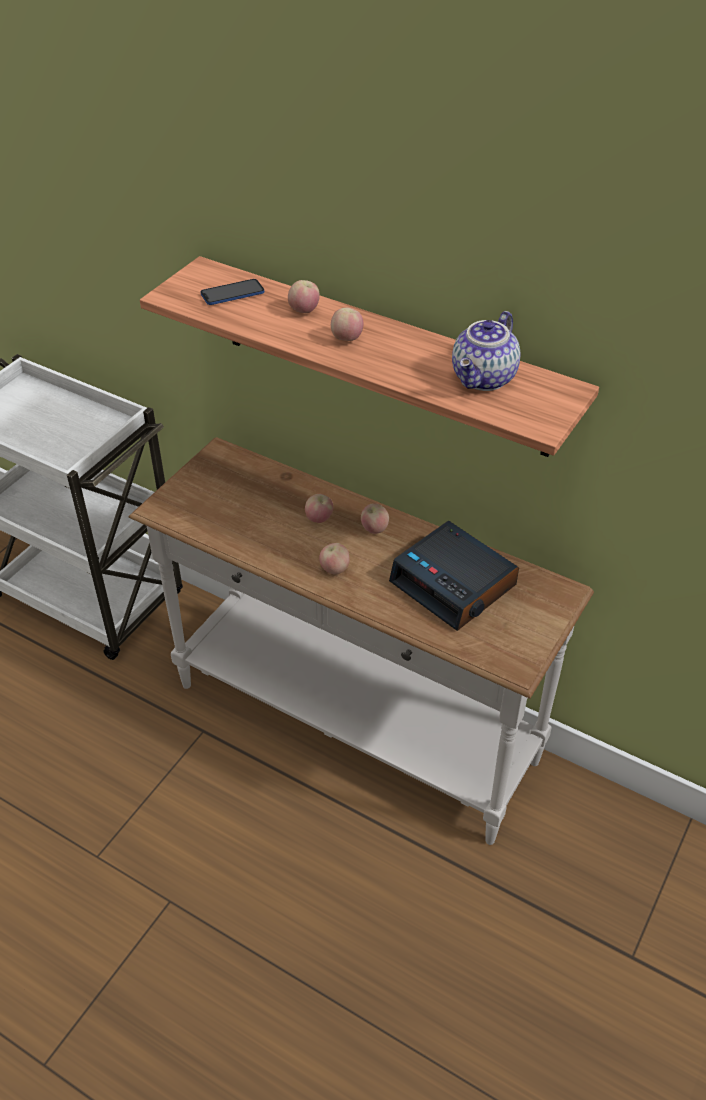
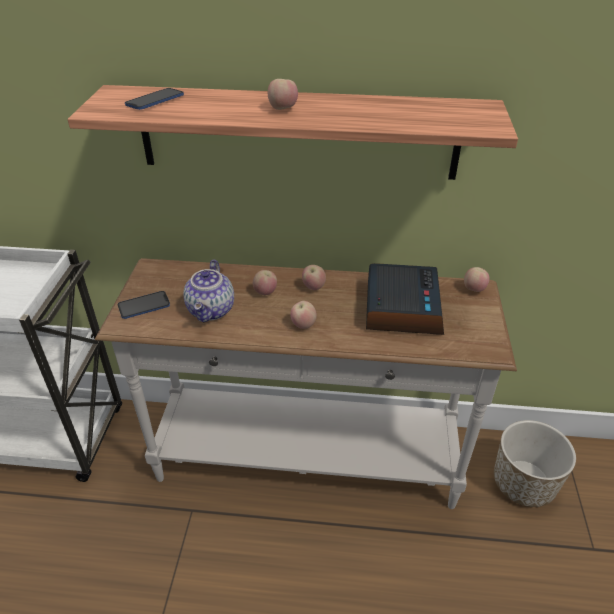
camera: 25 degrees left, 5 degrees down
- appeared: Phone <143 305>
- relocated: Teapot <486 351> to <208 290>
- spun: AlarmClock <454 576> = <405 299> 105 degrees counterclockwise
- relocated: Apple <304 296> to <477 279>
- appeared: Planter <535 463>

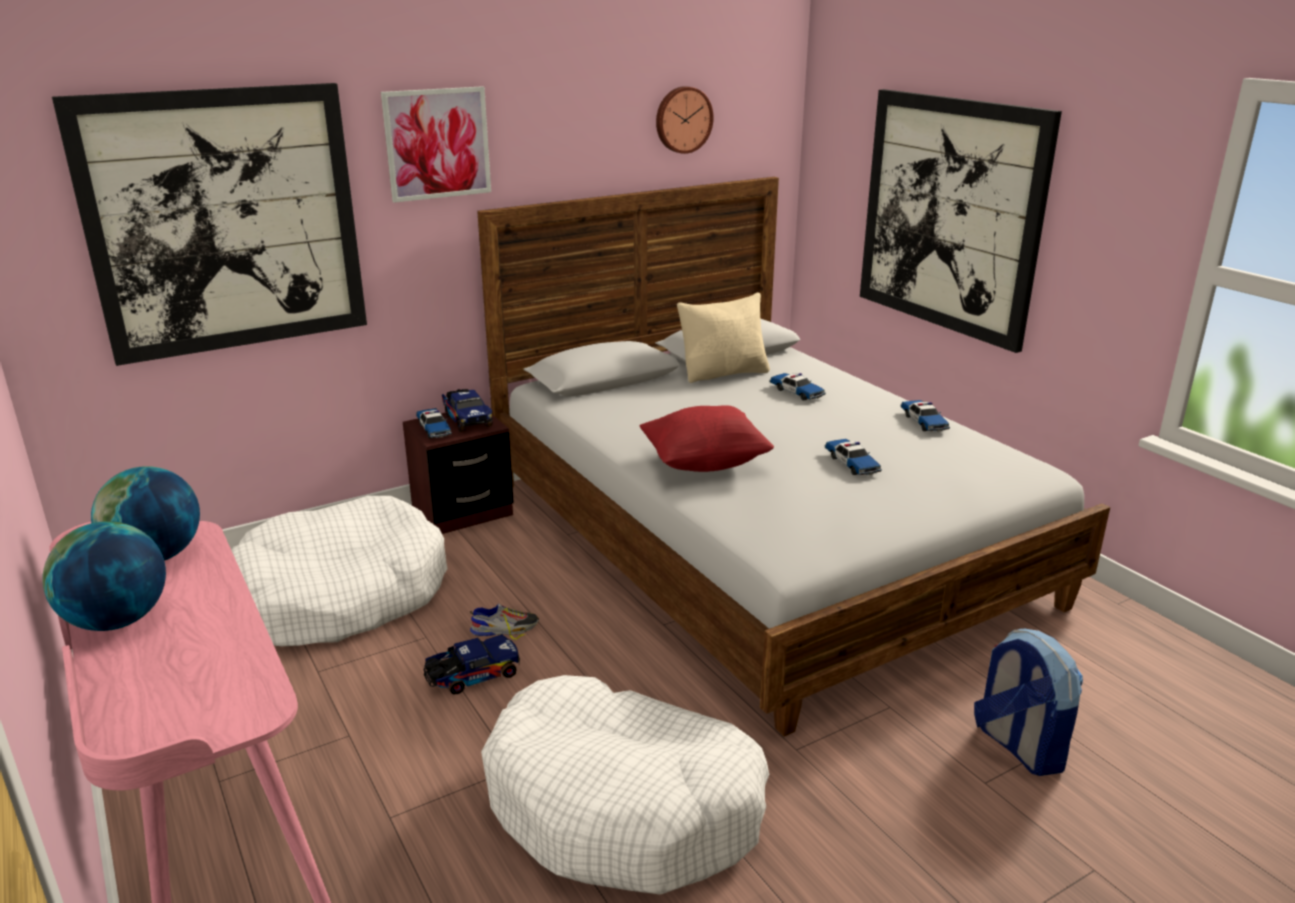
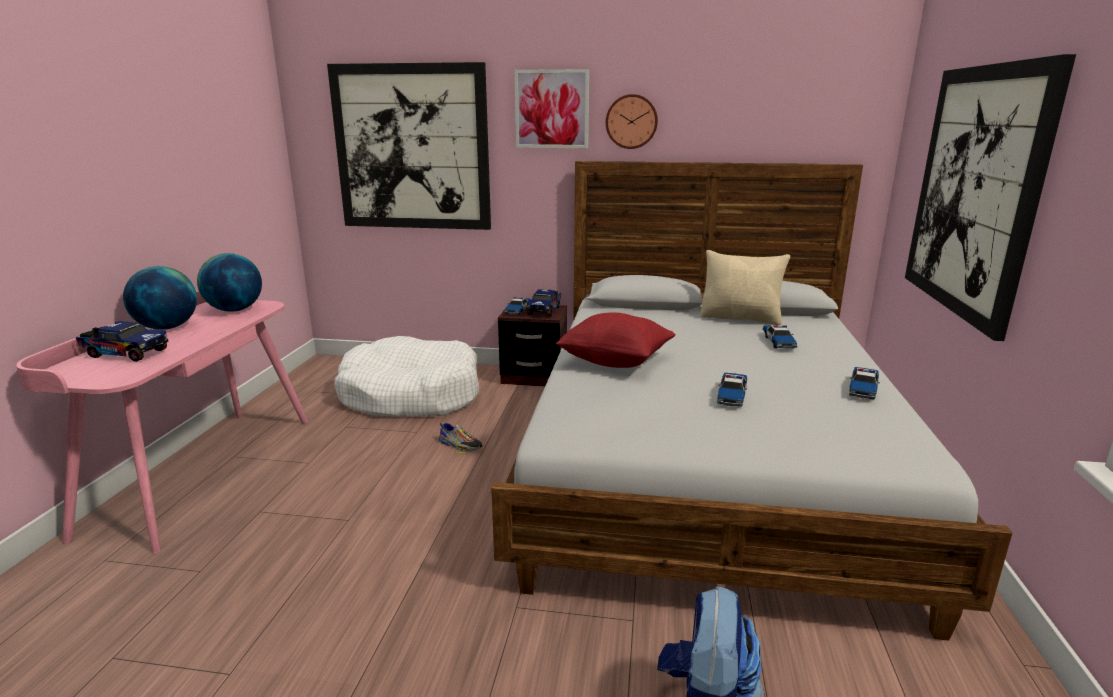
camera: 40 degrees right, 5 degrees down
- relocated: ToyTruck <472 664> to <122 341>
- relocated: WallClock <685 120> to <632 121>
- missing: WhiteDogBed <625 785>

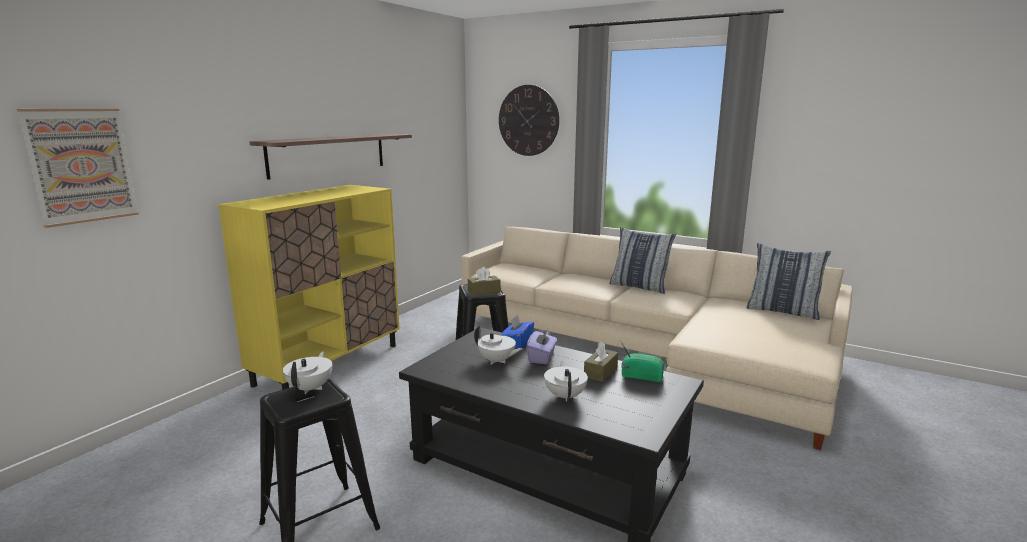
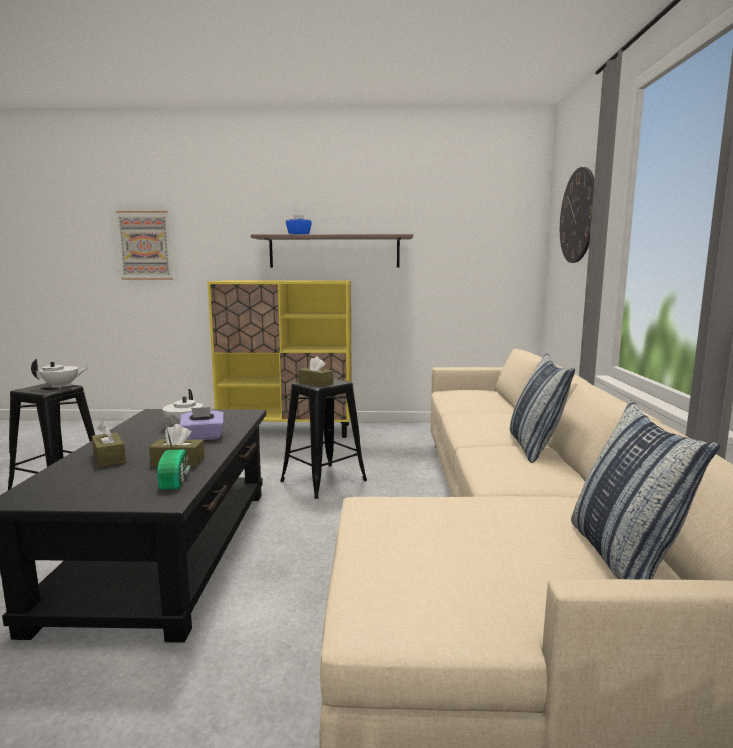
camera: 60 degrees right, 5 degrees down
- exchanged: WhiteTeapot <566 381> to BrownTissueBox <109 444>
- relocated: BlueTissueBox <517 332> to <299 224>

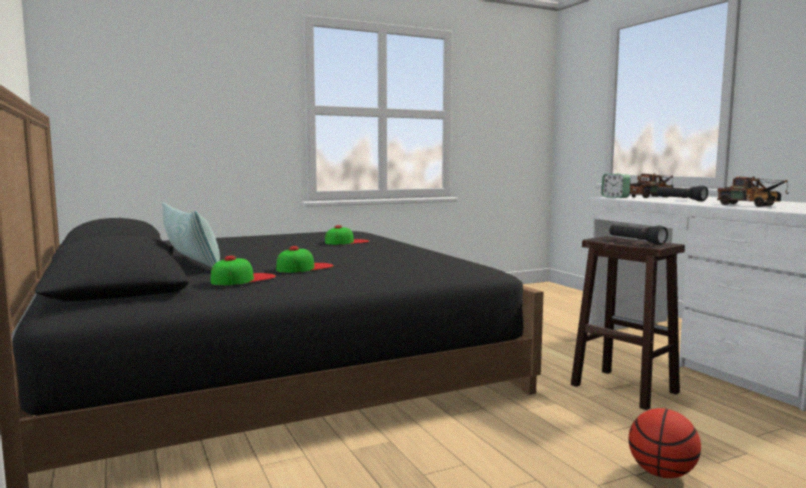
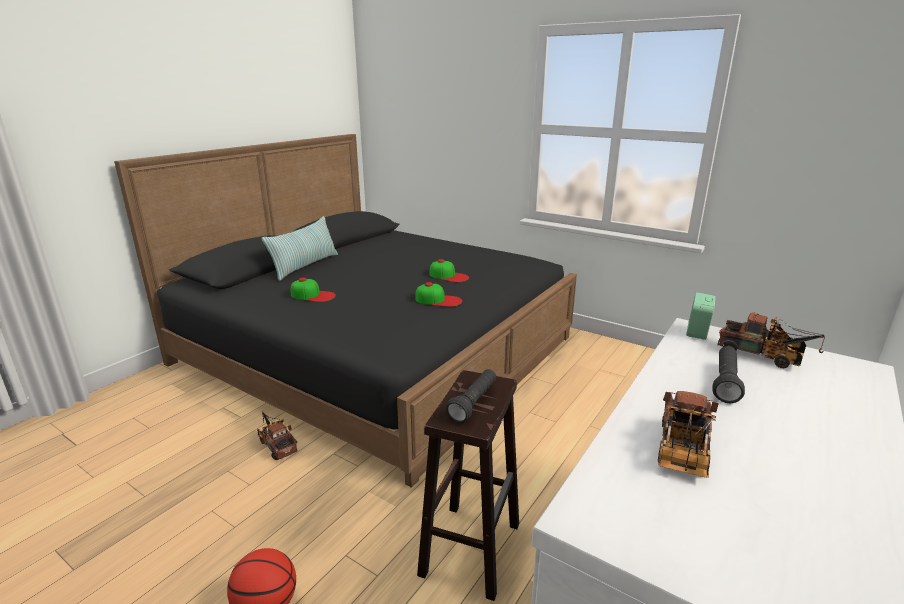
camera: 60 degrees right, 15 degrees up
- appeared: ToyTruck <277 435>
- relocated: Cap <243 270> to <438 294>

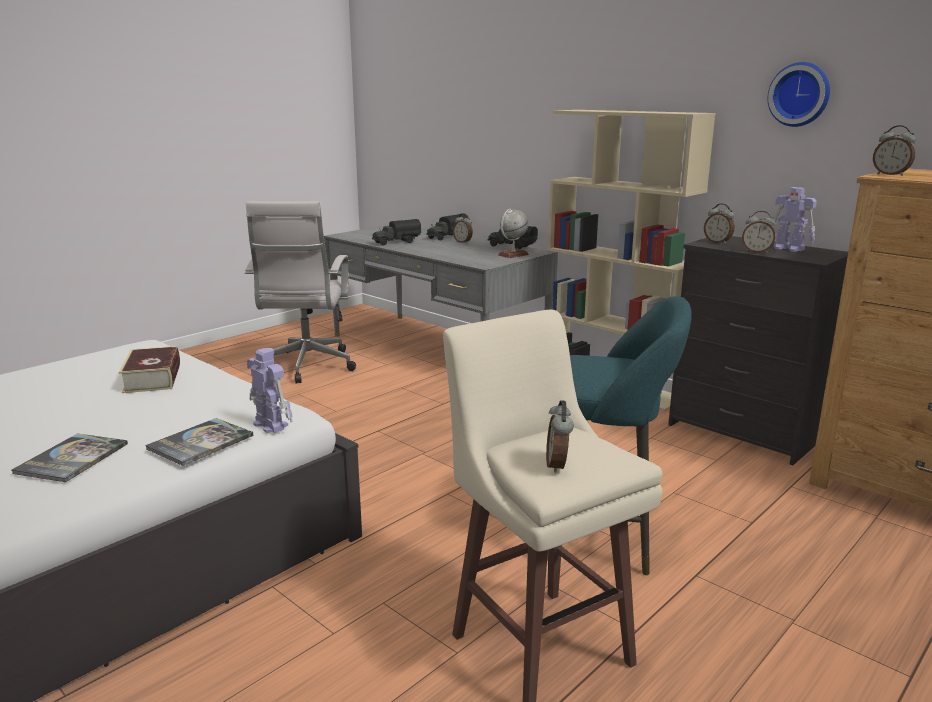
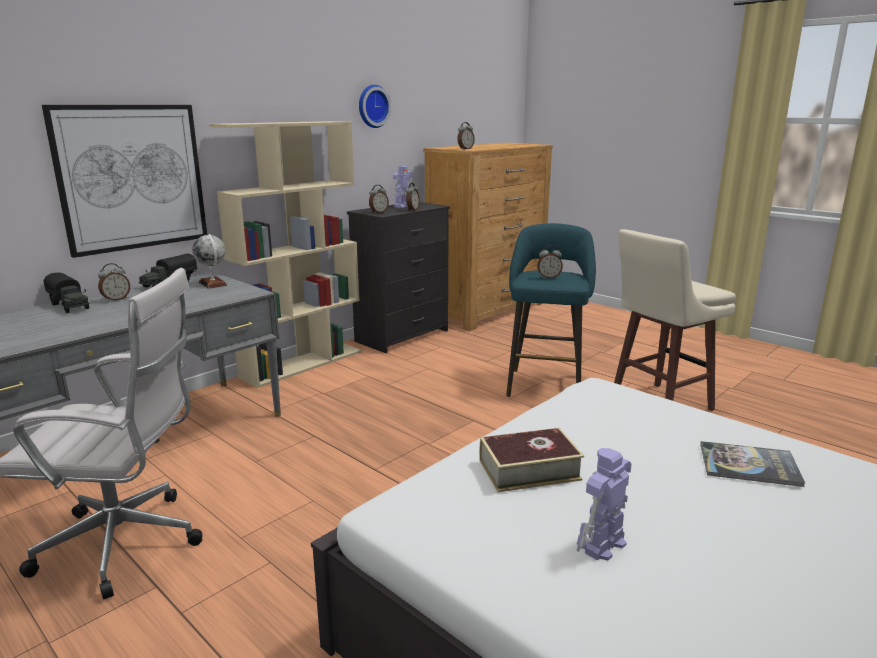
camera: 90 degrees left, 0 degrees up
- appeared: Picture <124 181>
- relocated: AlarmClock <560 437> to <550 262>
- relocated: ToyRobot <270 390> to <604 504>
- missing: Book <199 442>
- missing: ToyTruck <396 232>

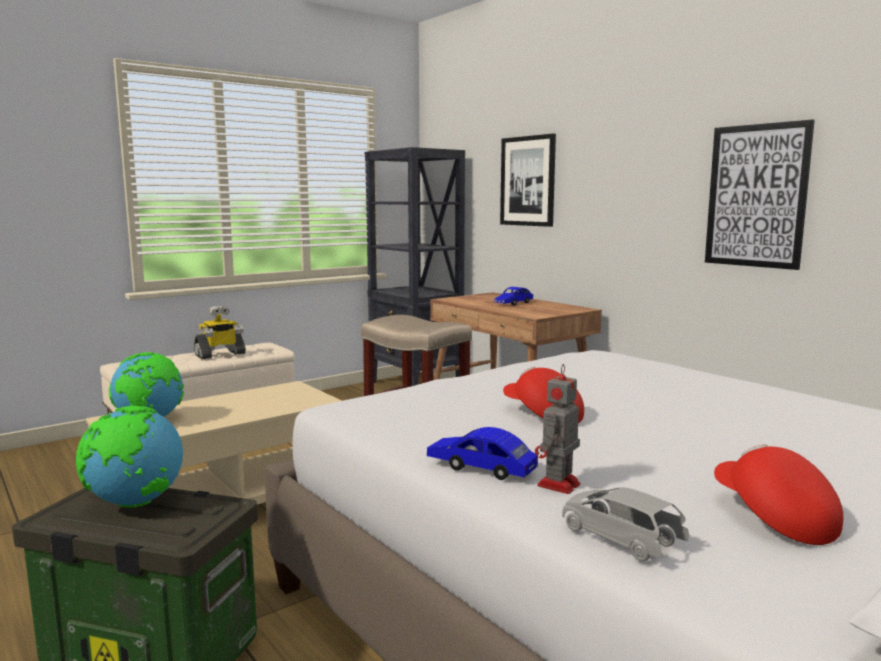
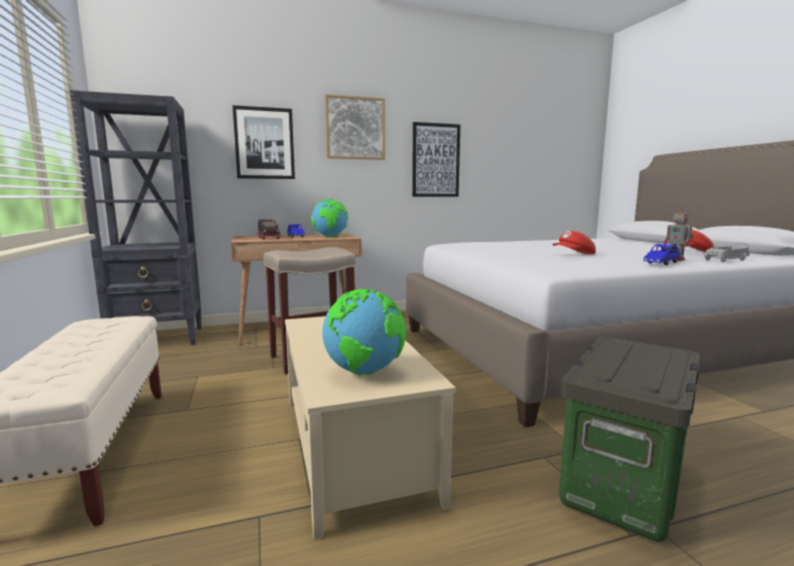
camera: 70 degrees left, 0 degrees up
- appeared: ToyTruck <269 229>
- relocated: Globe <129 457> to <329 218>
- appeared: Picture <355 127>
- missing: ToyRobot <220 332>

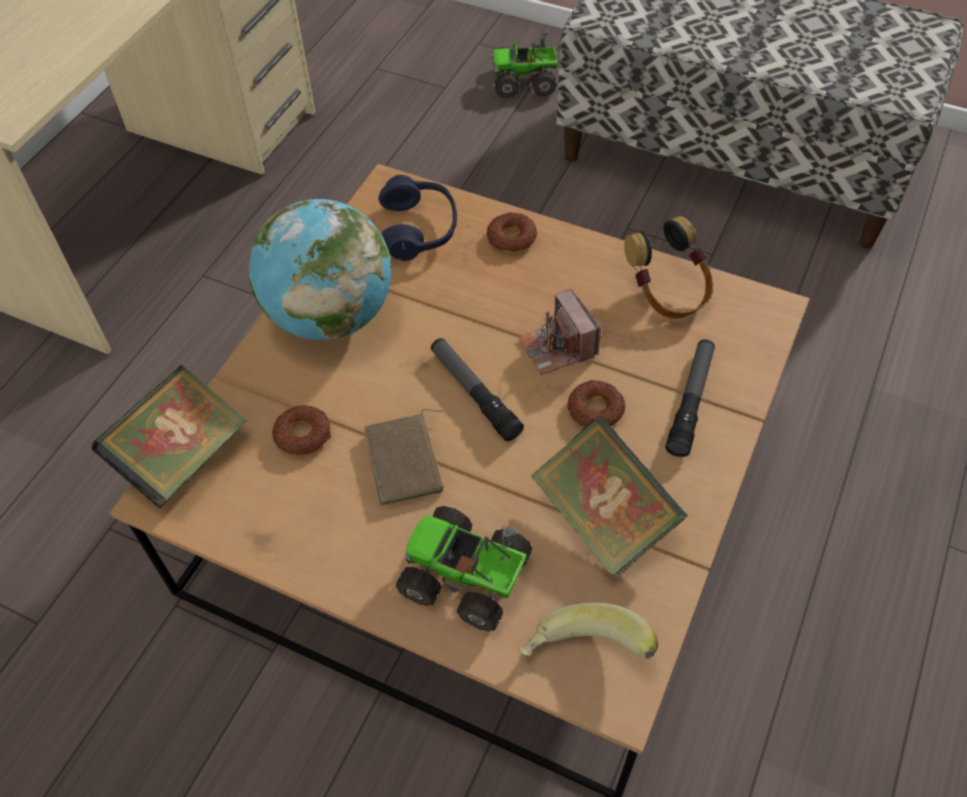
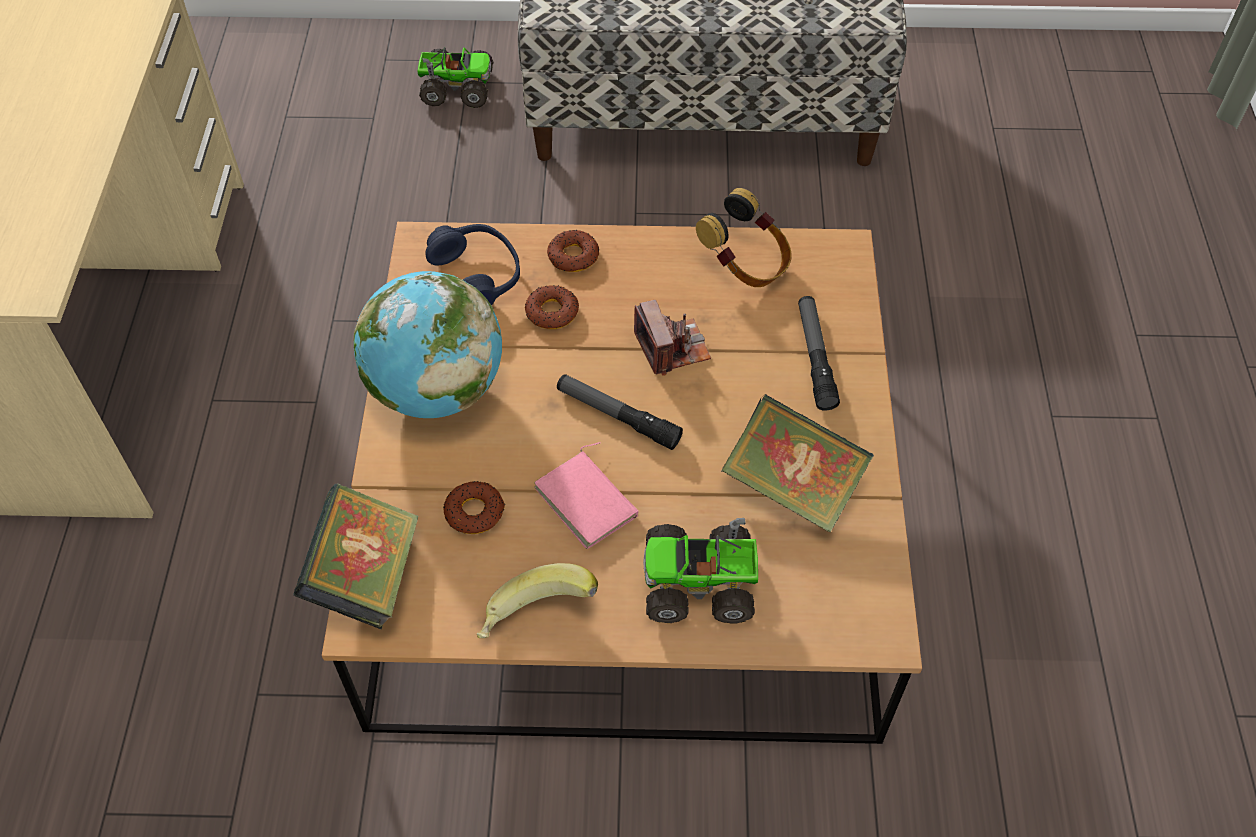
camera: 25 degrees left, 0 degrees up
- spun: ToyTruck <524 64> = <455 77> 150 degrees counterclockwise
- relocated: Banana <588 631> to <537 600>
- relocated: Donut <596 403> to <552 307>
- colour: BrownBook <404 457> to PinkBook <586 495>
- spun: PhotoCamera <559 332> = <672 338> 150 degrees counterclockwise

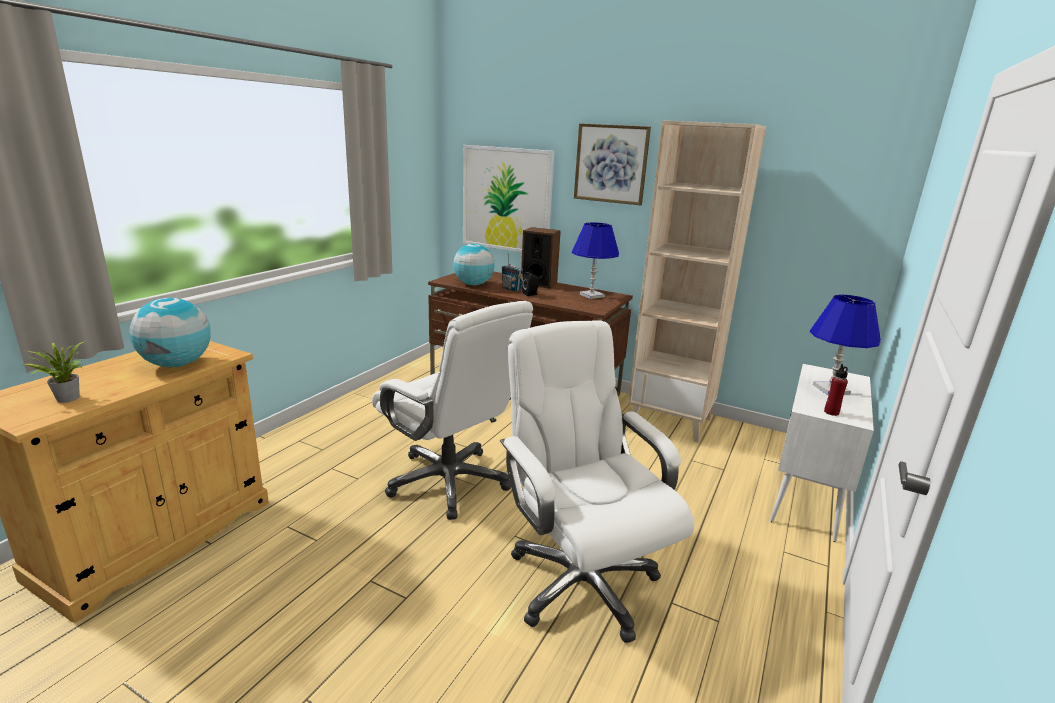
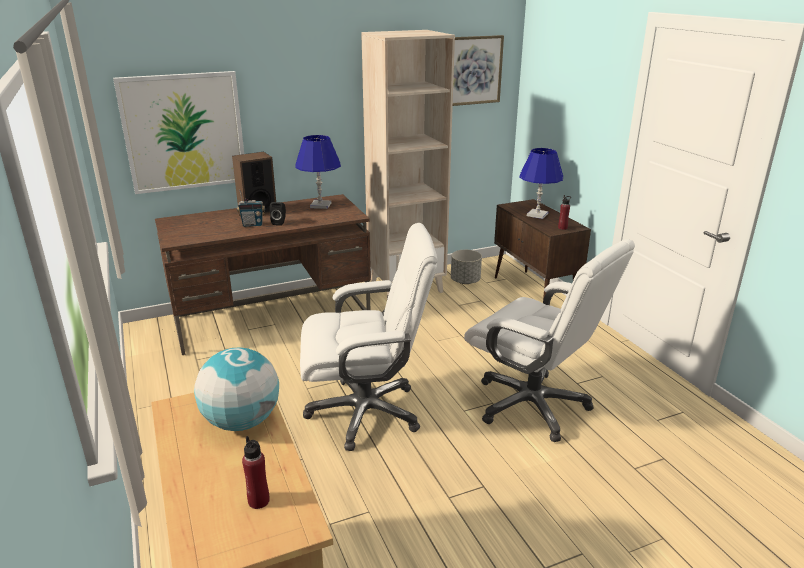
camera: 50 degrees left, 5 degrees up
- exchanged: PottedPlant <54 372> to RedBottle <255 472>
- appeared: GreyPlanter <466 267>
- relocated: Picture <612 164> to <478 70>
- spun: WhiteOfficeChair <597 481> = <549 341> 150 degrees counterclockwise
- colour: WhiteCabinet <822 453> to BrownCabinet <542 249>
- missing: Globe <473 264>

